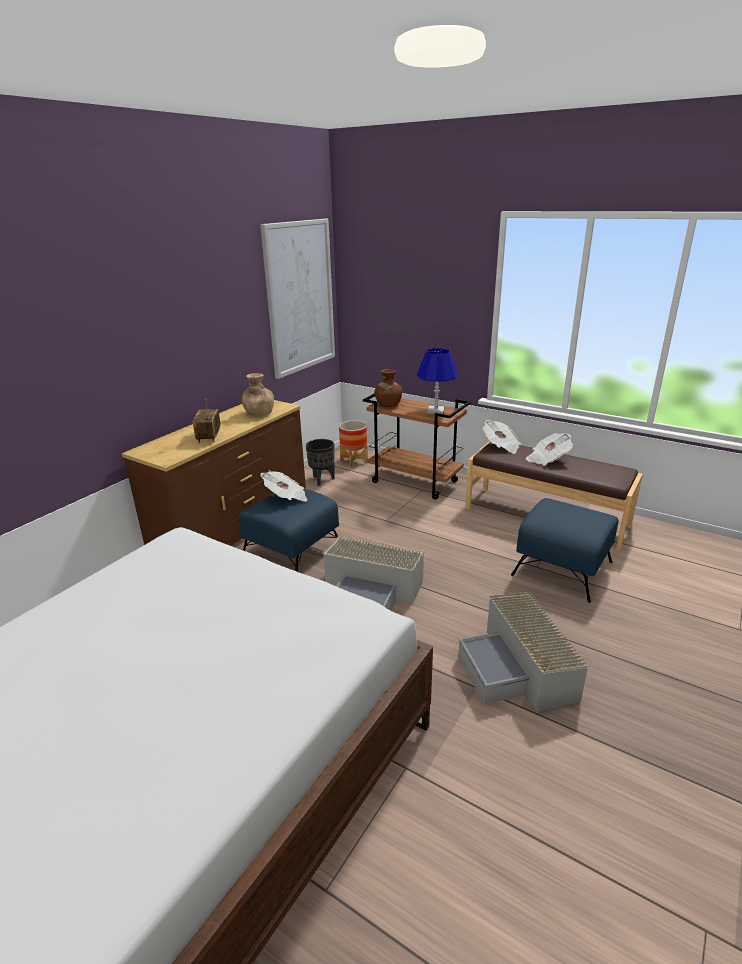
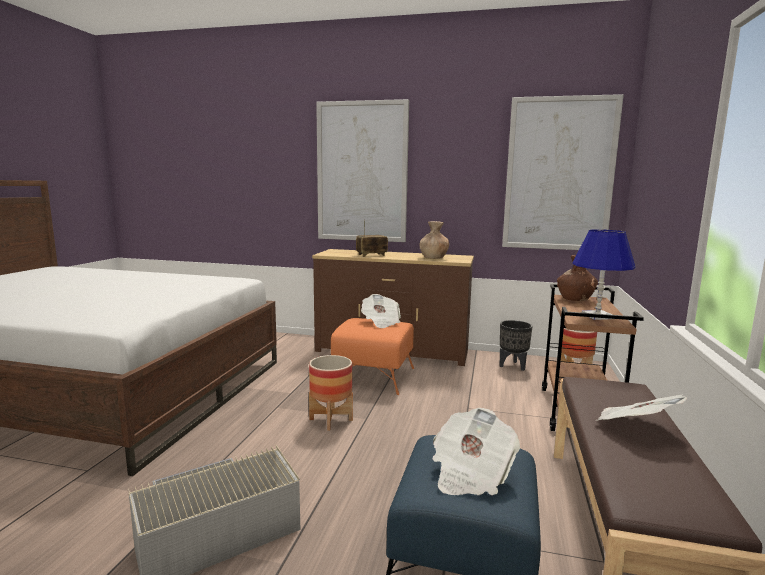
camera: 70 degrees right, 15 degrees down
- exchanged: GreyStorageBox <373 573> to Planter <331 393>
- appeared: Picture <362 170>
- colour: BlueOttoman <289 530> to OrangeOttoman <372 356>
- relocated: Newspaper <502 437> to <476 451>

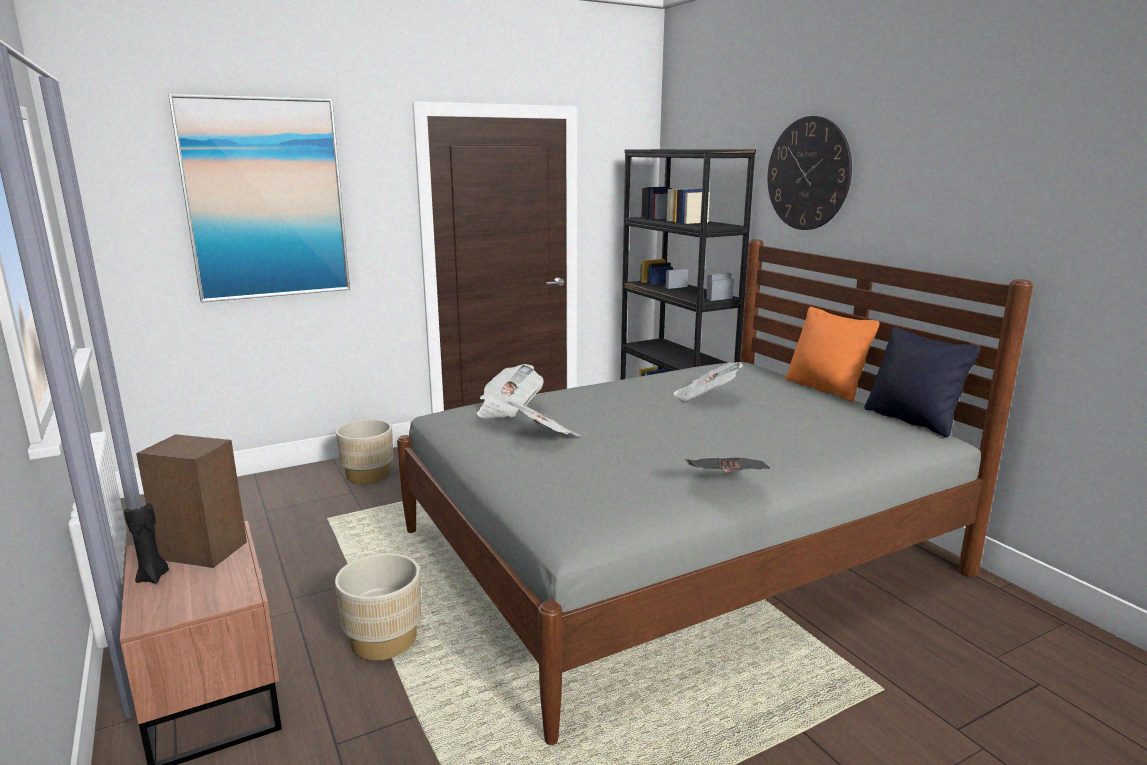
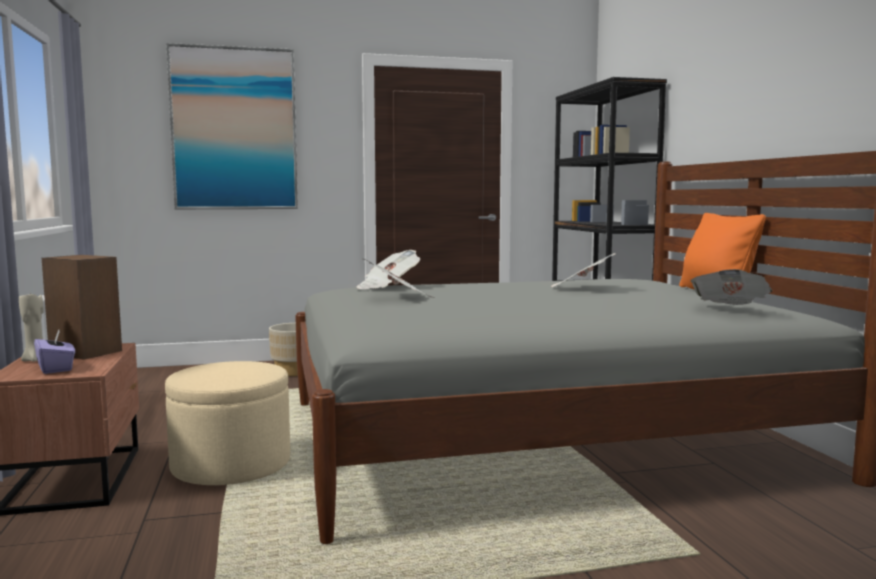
camera: 15 degrees right, 10 degrees down
- colour: BlackCandle <146 543> to BeigeCandle <31 327>
- appeared: PurpleTissueBox <54 351>
- exchanged: BeigePlanter <378 607> to BeigeOttoman <227 423>
- relocated: Newspaper <727 465> to <731 287>
- missing: WallClock <810 173>
- missing: BlackPillow <922 382>

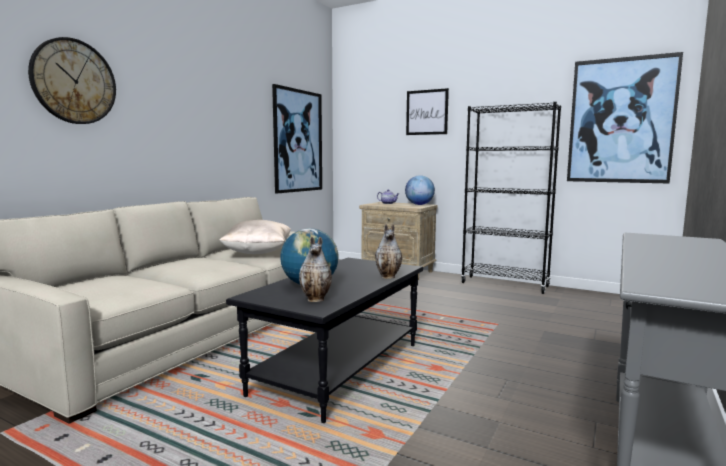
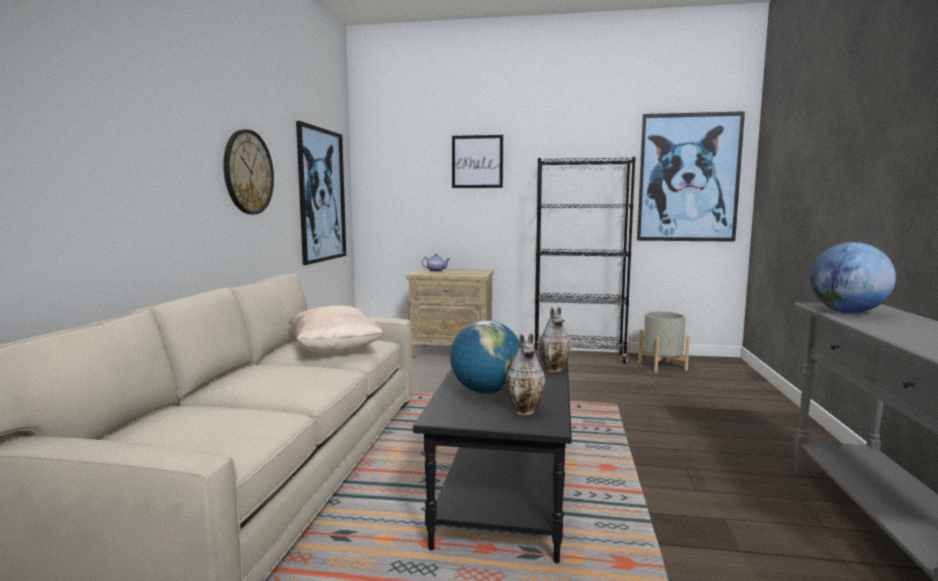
camera: 20 degrees left, 0 degrees up
- relocated: WallClock <72 80> to <248 171>
- appeared: GreyPlanter <664 342>
- relocated: Globe <420 190> to <853 277>

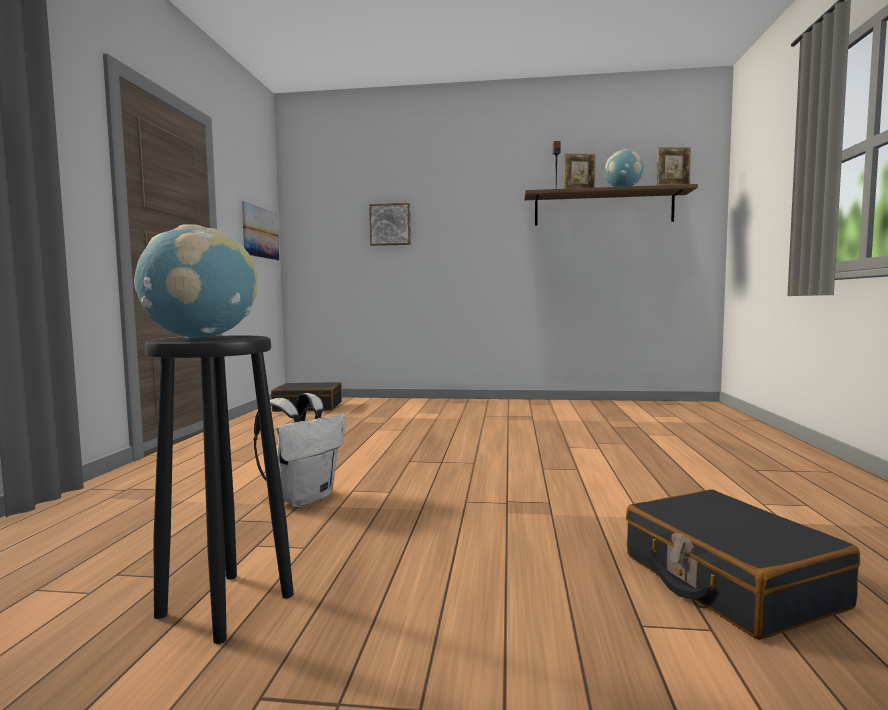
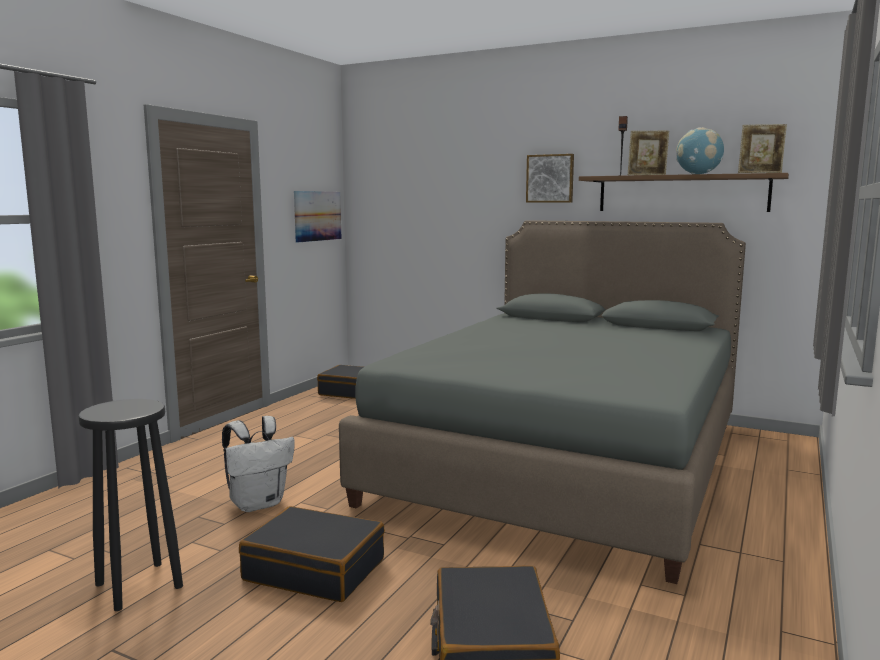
camera: 20 degrees right, 5 degrees up
- appeared: BlackSuitcase <312 554>
- appeared: GreyBed <542 402>
- relocated: Picture <390 224> to <550 178>
- missing: Globe <195 281>

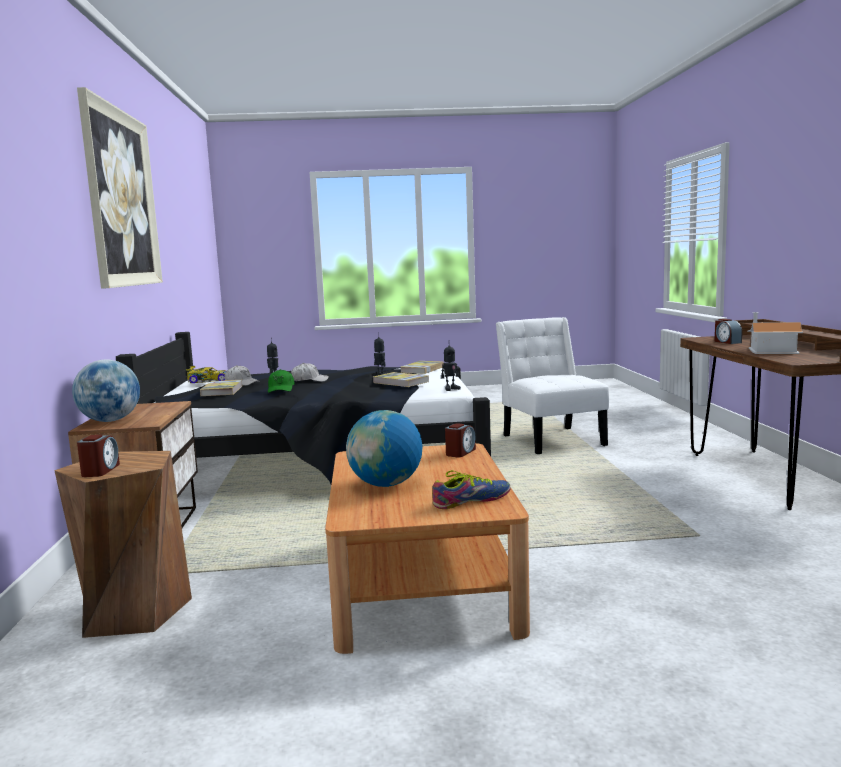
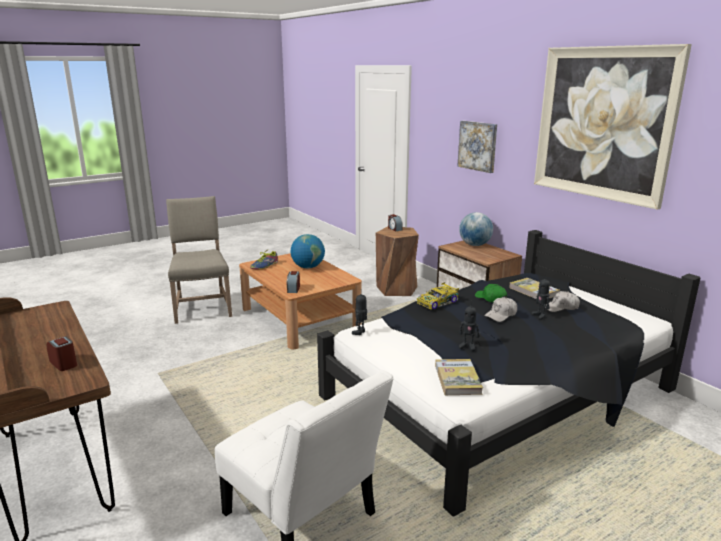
camera: 150 degrees right, 10 degrees up
- appeared: BeigeChair <199 260>
- relocated: ToyCar <206 374> to <438 296>
- appeared: Picture <477 147>
- missing: Book <401 379>
- missing: ToyHouse <775 333>

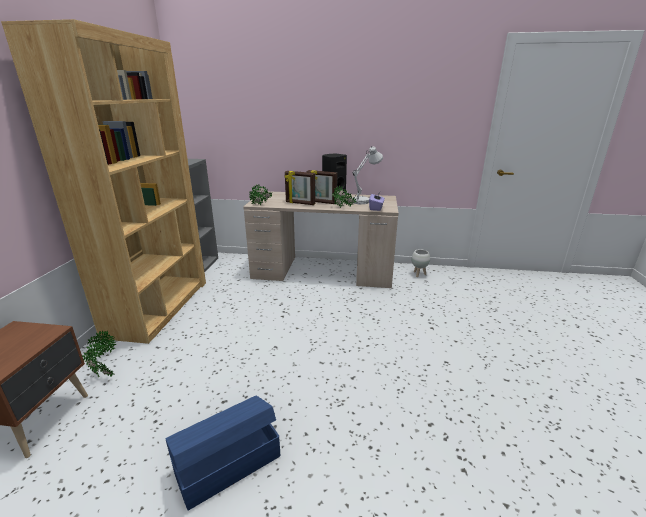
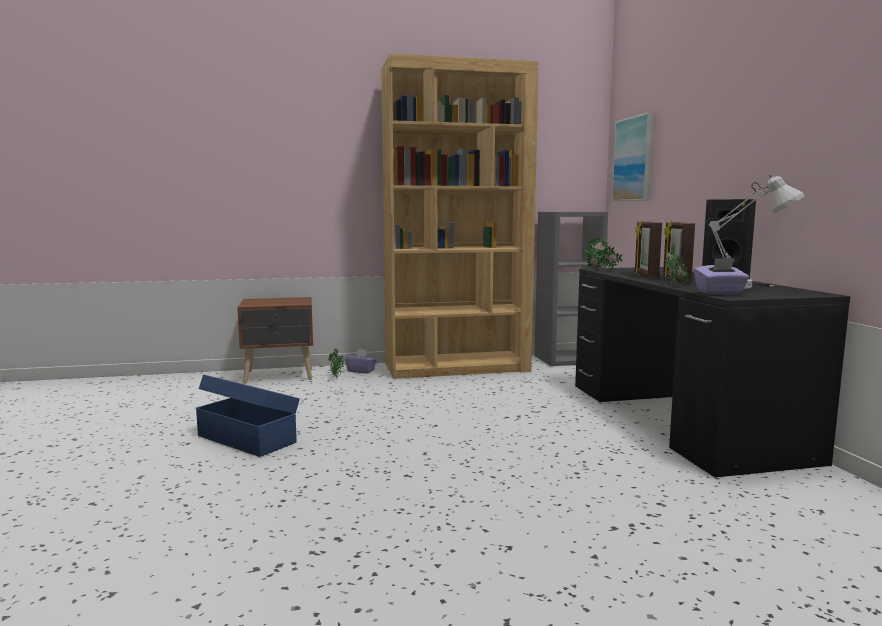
camera: 70 degrees right, 15 degrees down
- exchanged: PottedPlant <99 346> to PurpleTissueBox <361 361>
- colour: BeigeDesk <321 239> to BlackDesk <712 372>
- appeared: Picture <633 156>
- missing: WhitePlanter <420 263>

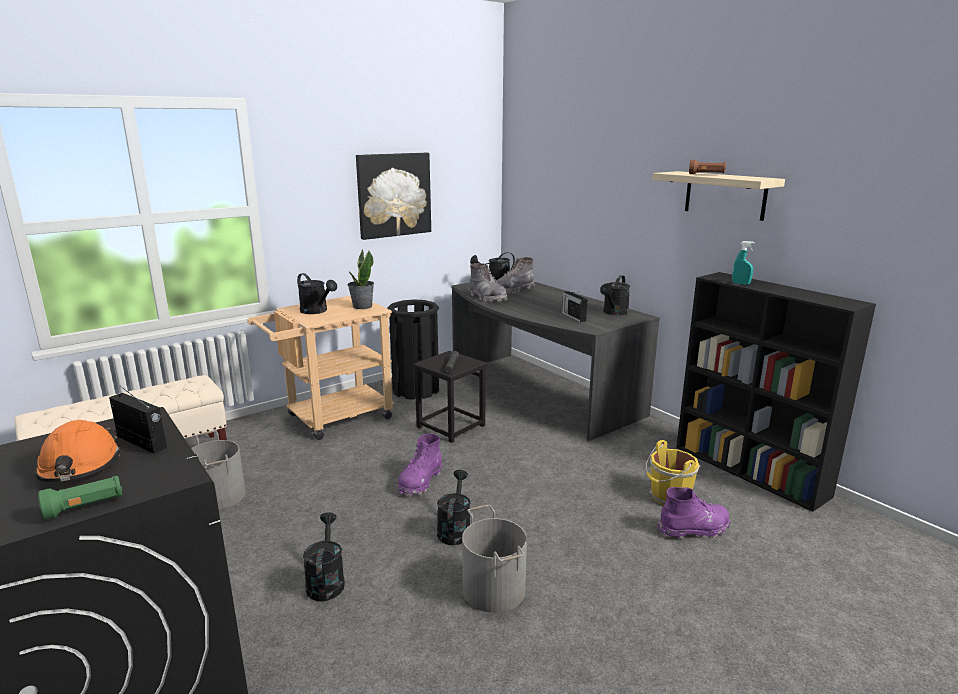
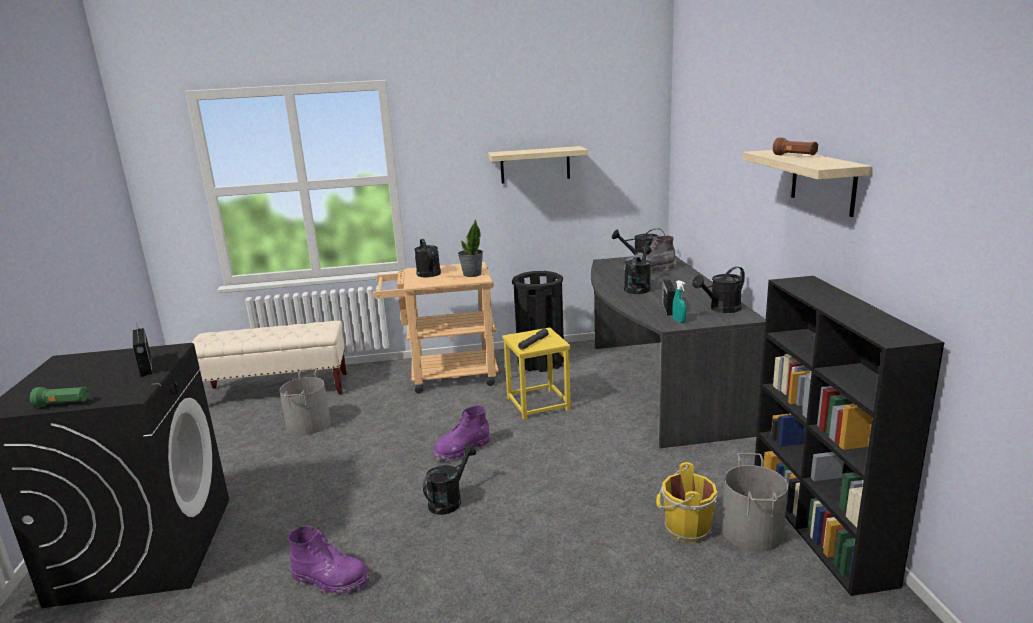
camera: 30 degrees right, 0 degrees up
- relocated: PurpleBoot <694 513> to <329 561>
- exchanged: Picture <393 196> to Shelf <538 165>
- colour: BlackStool <450 397> to YellowStool <536 373>
- relocated: BlackWateringCan <324 556> to <638 269>
- relocated: TurquoiseSprayBottle <743 263> to <679 301>
- relocated: GreyBucket <494 559> to <754 502>
- missing: OrangeHardHat <77 451>
- missing: GreyBoot <488 282>

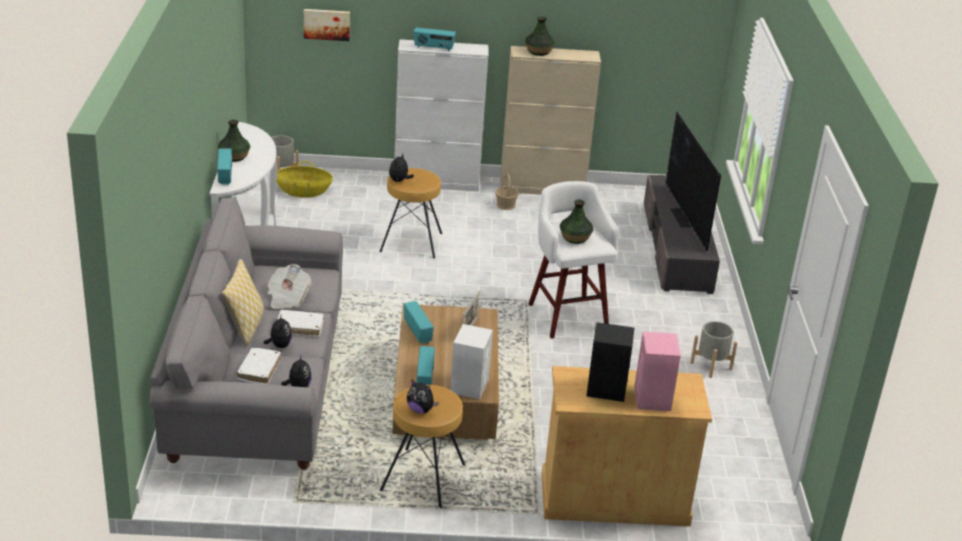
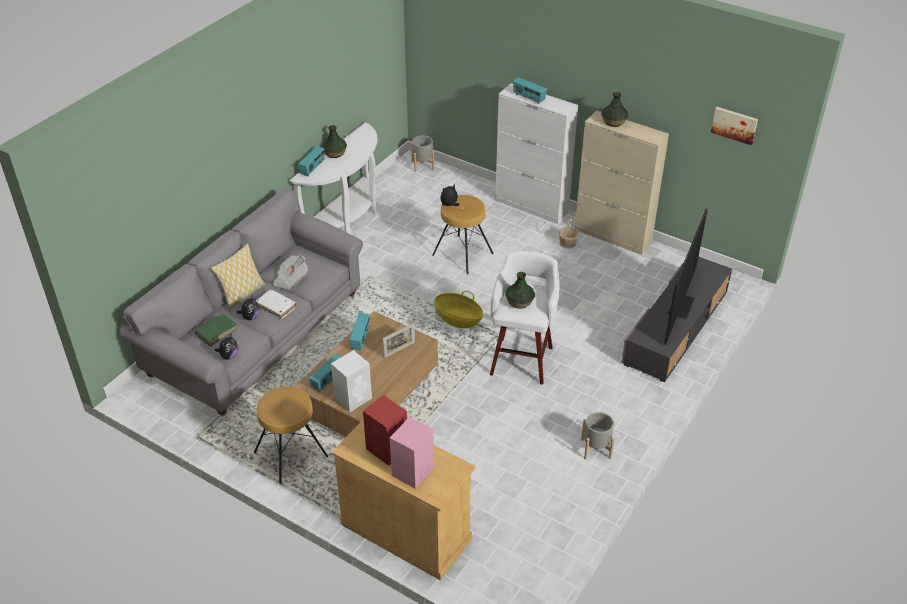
camera: 35 degrees right, 10 degrees up
- colour: WhiteBook <258 366> to GreenBook <216 330>
- colour: BlackSpeaker <610 362> to RedSpeaker <385 430>
- relocated: Basket <305 179> to <458 309>
- relocated: Picture <327 25> to <734 126>
- missing: PlushToy <423 397>

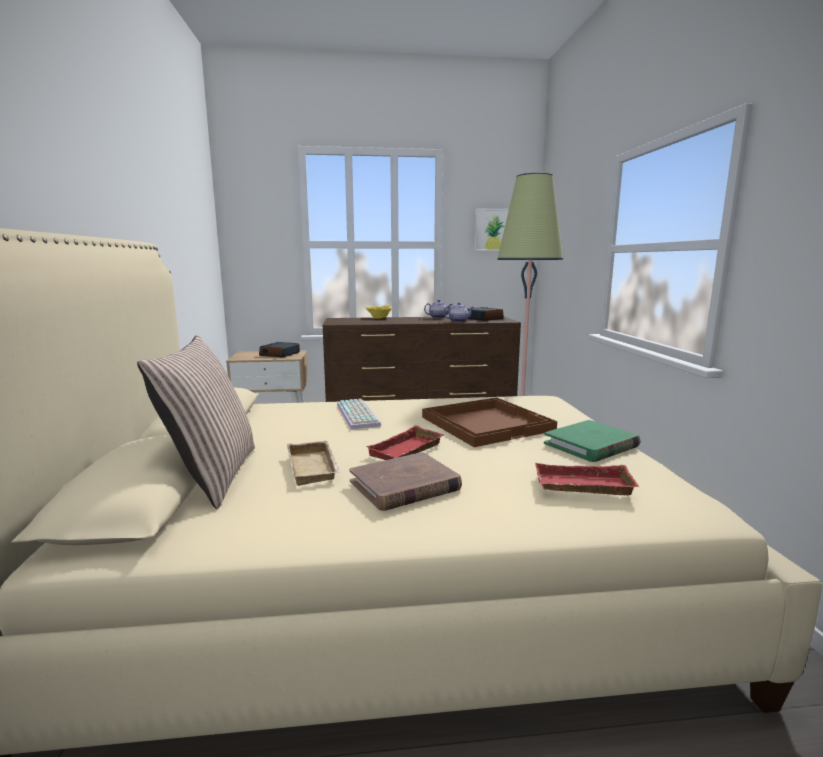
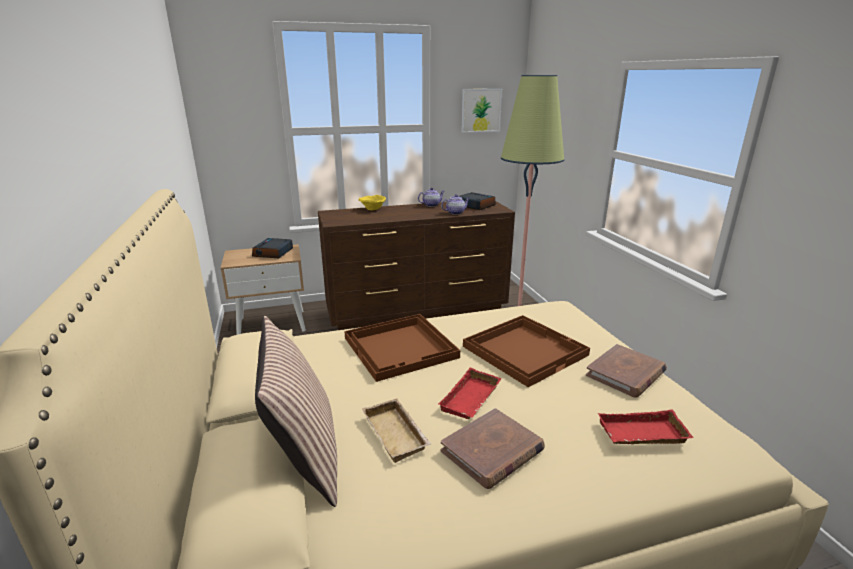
camera: 10 degrees left, 10 degrees up
- exchanged: Keyboard <359 414> to BrownTray <402 348>
- colour: GreenBook <592 441> to BrownBook <626 371>

